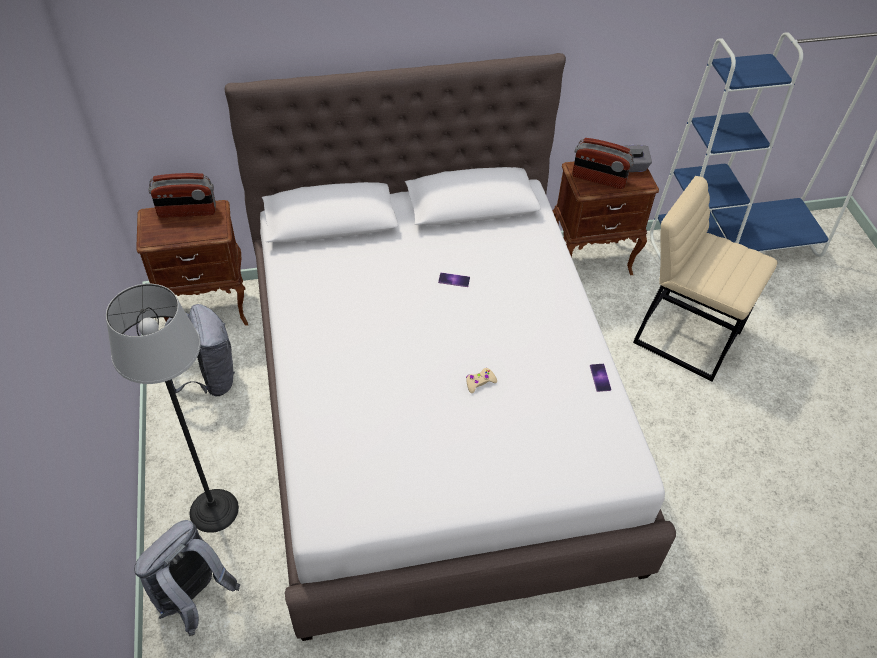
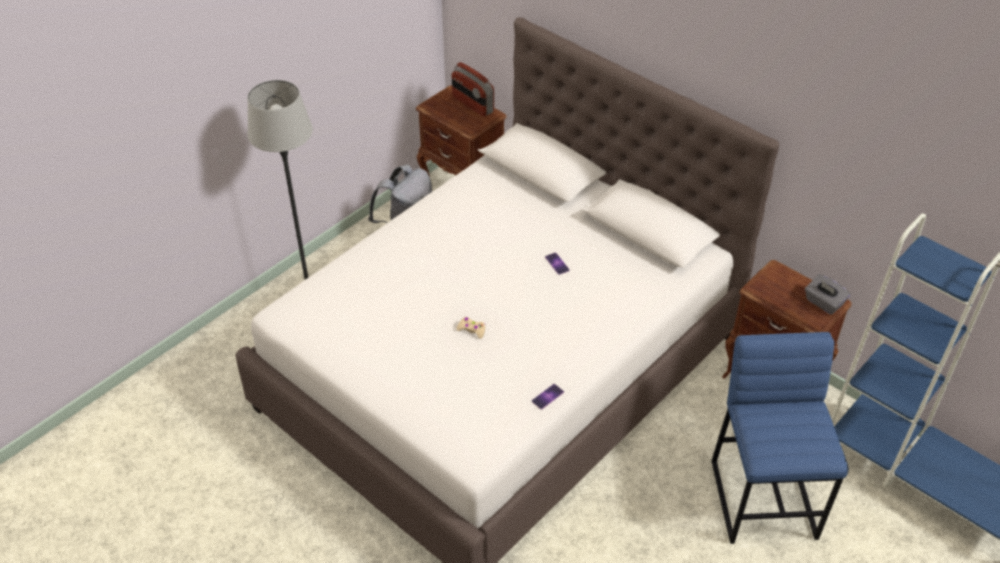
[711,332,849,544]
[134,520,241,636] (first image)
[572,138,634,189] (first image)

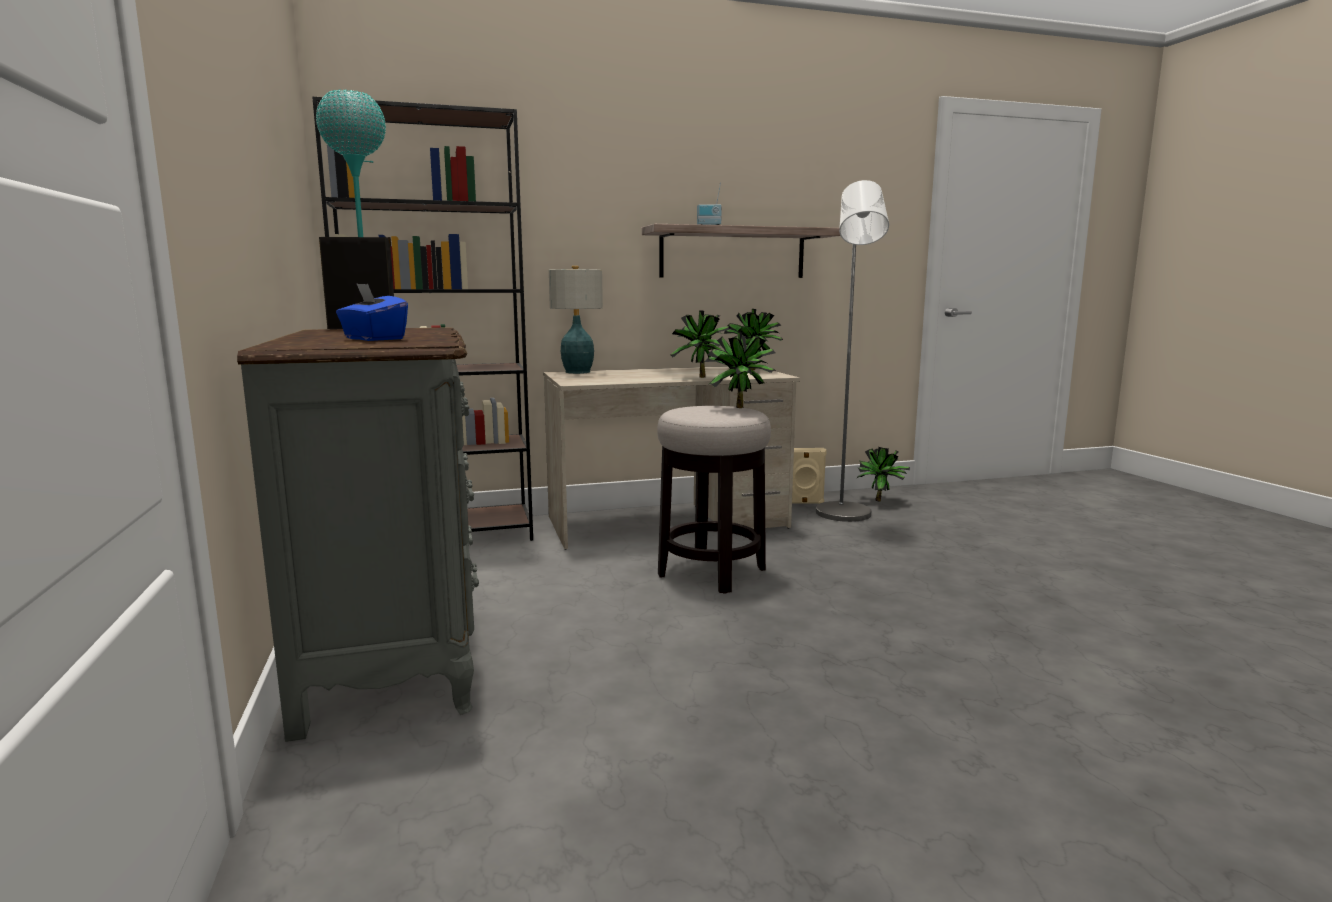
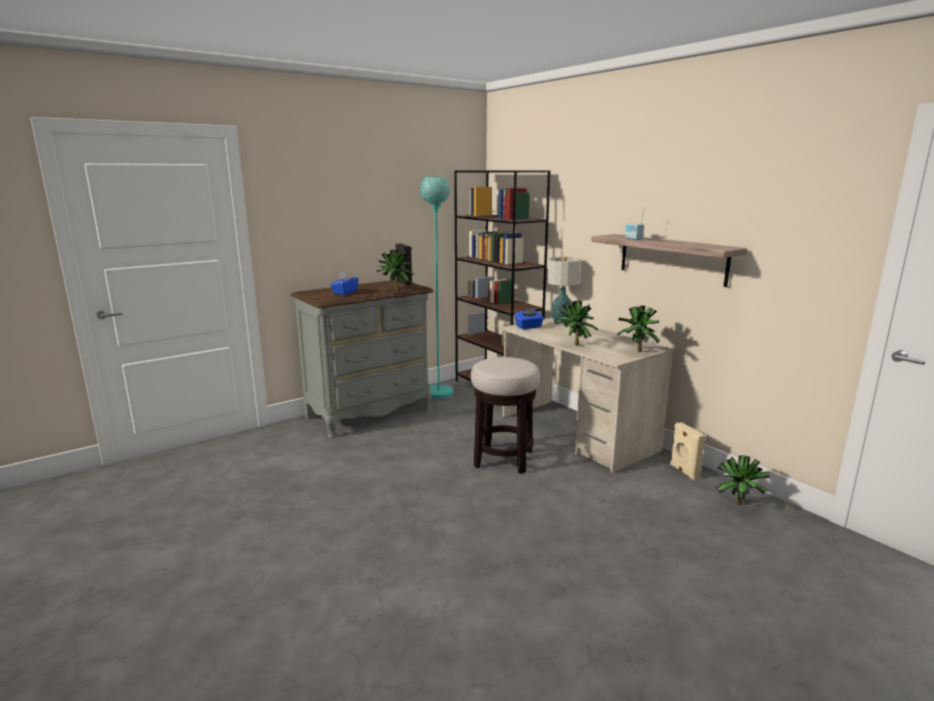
[376,250,415,291]
[515,308,544,329]
[816,180,889,522] (first image)

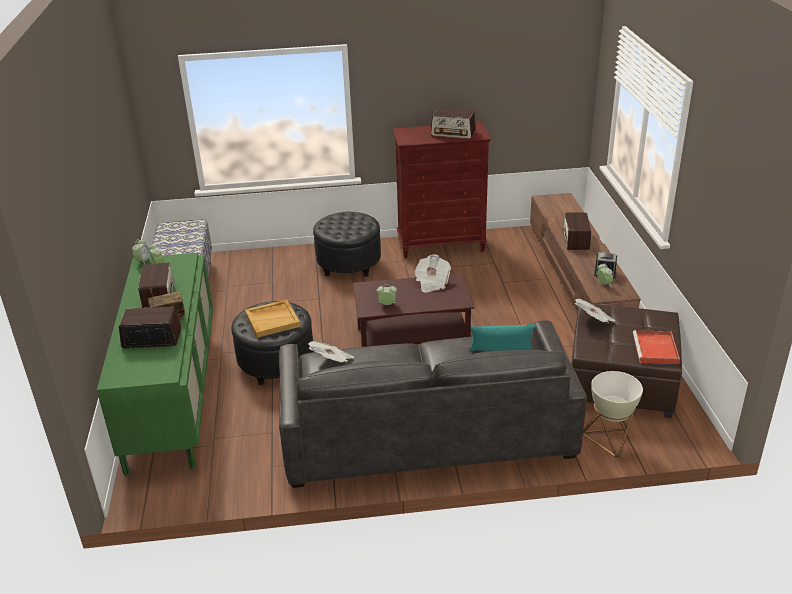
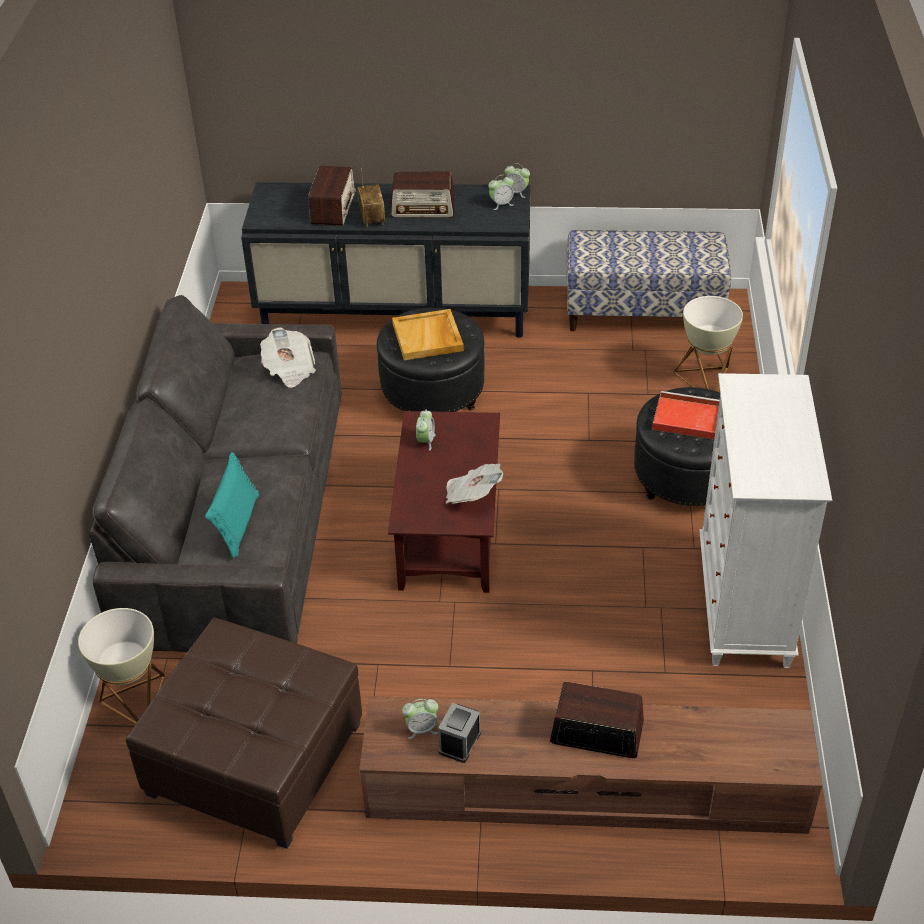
[241,182,530,338]
[652,391,719,439]
[674,296,743,392]
[699,373,832,668]
[430,108,476,139] (first image)
[575,299,615,323] (first image)

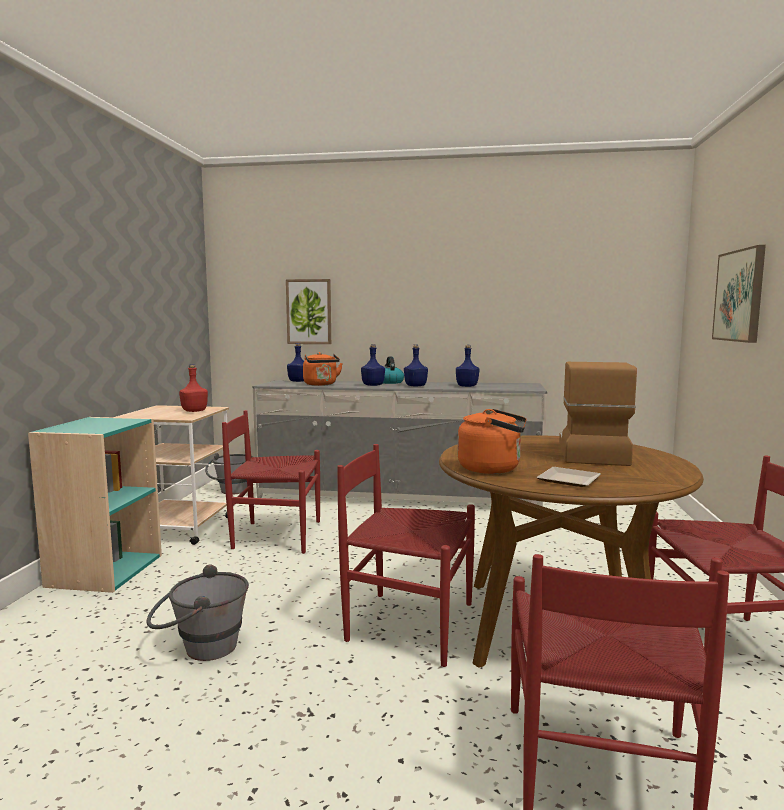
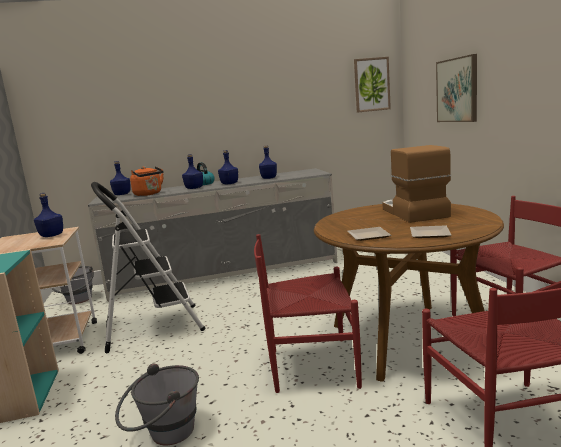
[34,193,63,237]
[91,182,206,353]
[348,227,391,241]
[354,57,391,113]

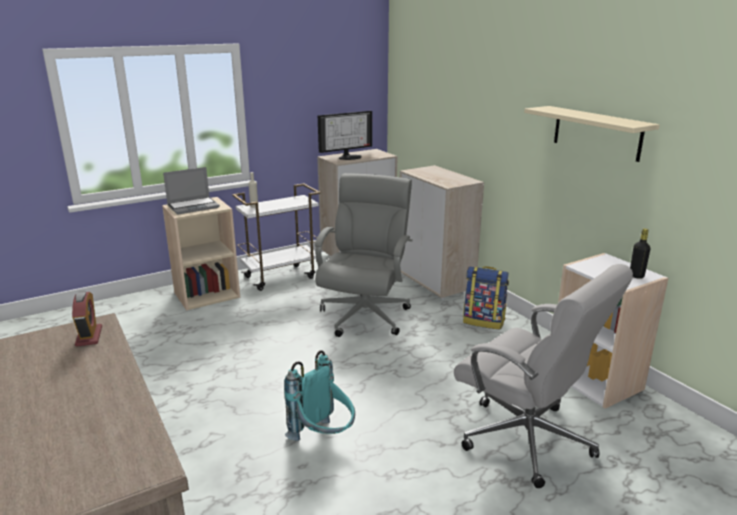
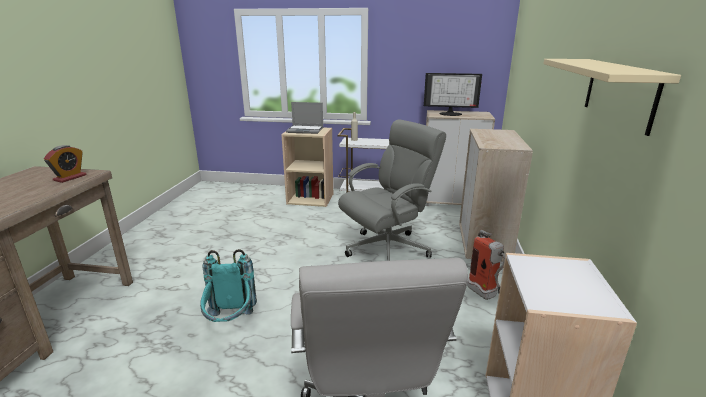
[467,230,505,300]
[630,228,650,279] (first image)

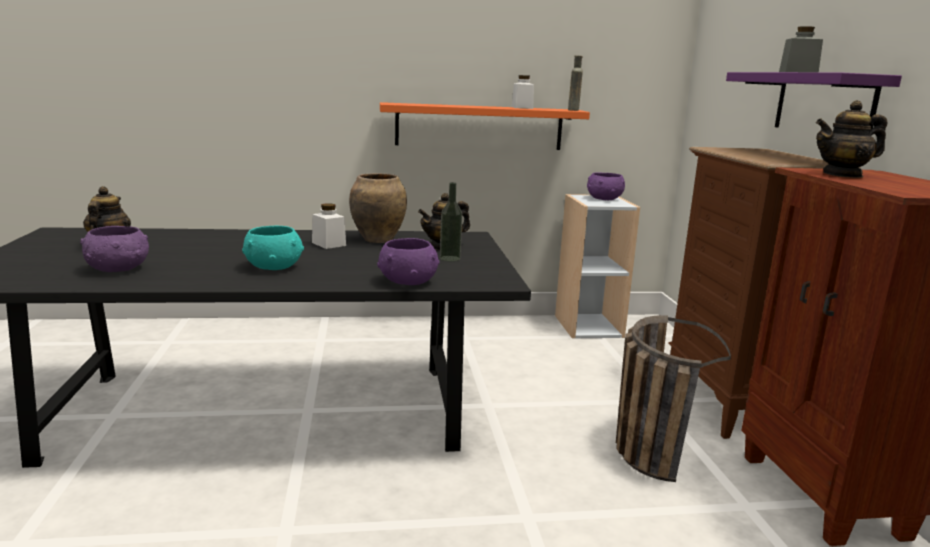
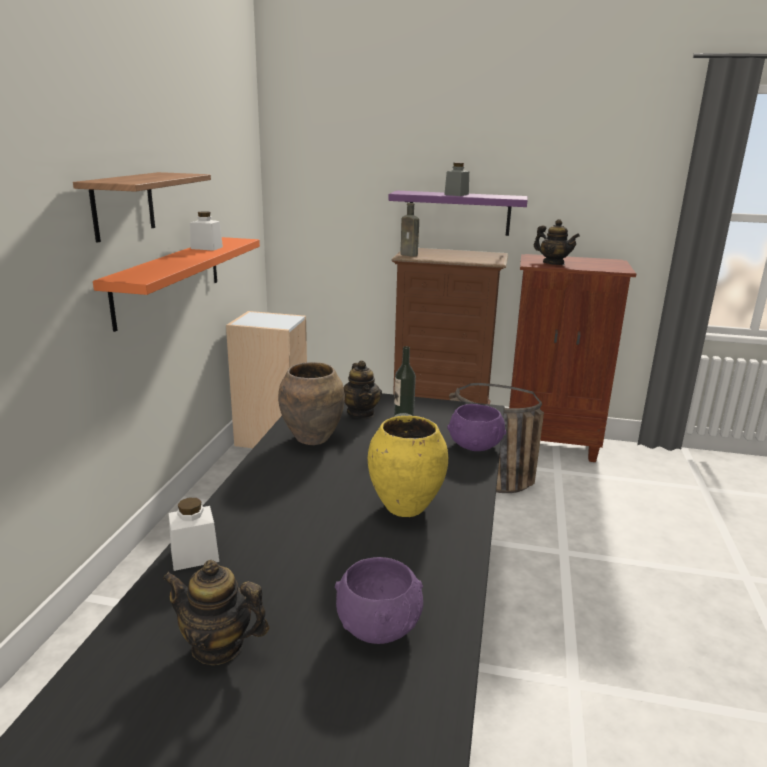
[73,172,211,243]
[169,498,219,571]
[368,415,448,517]
[400,203,419,257]
[534,219,580,265]
[587,172,625,200] (first image)

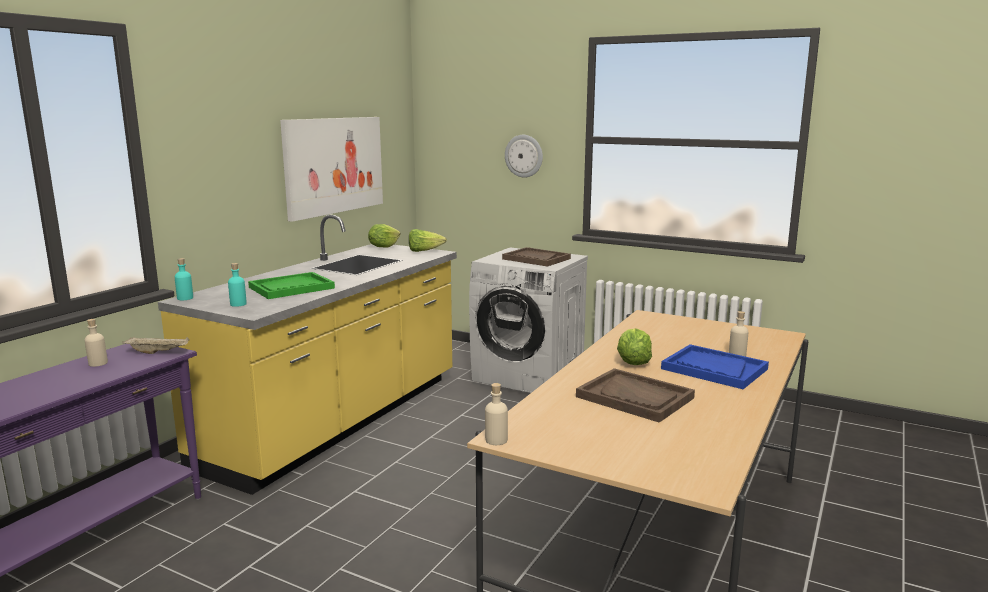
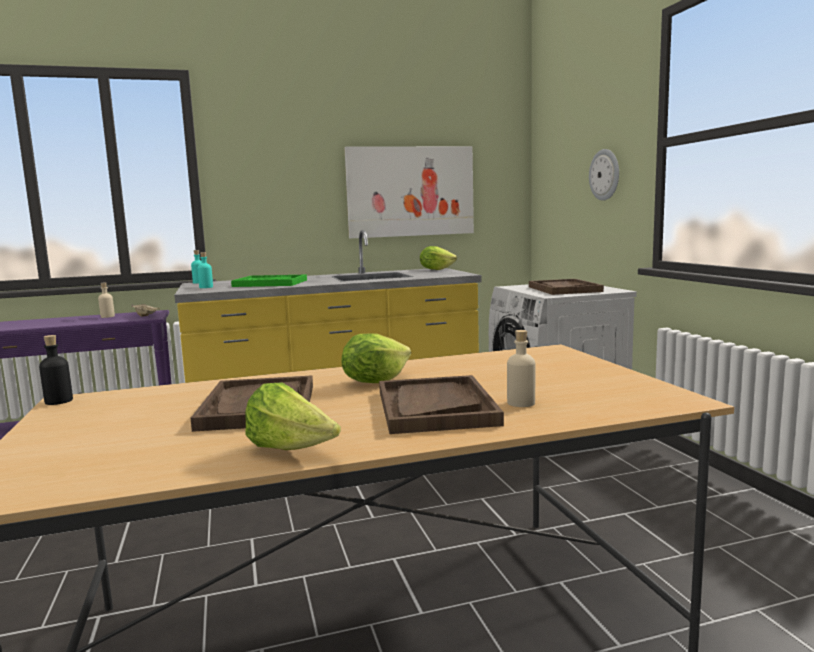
[39,335,73,405]
[245,382,341,450]
[379,375,504,434]

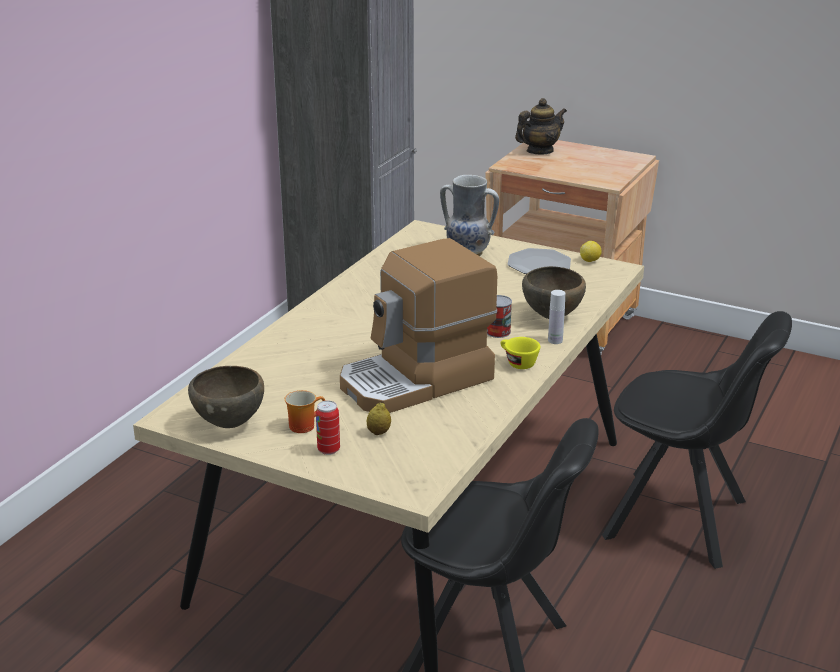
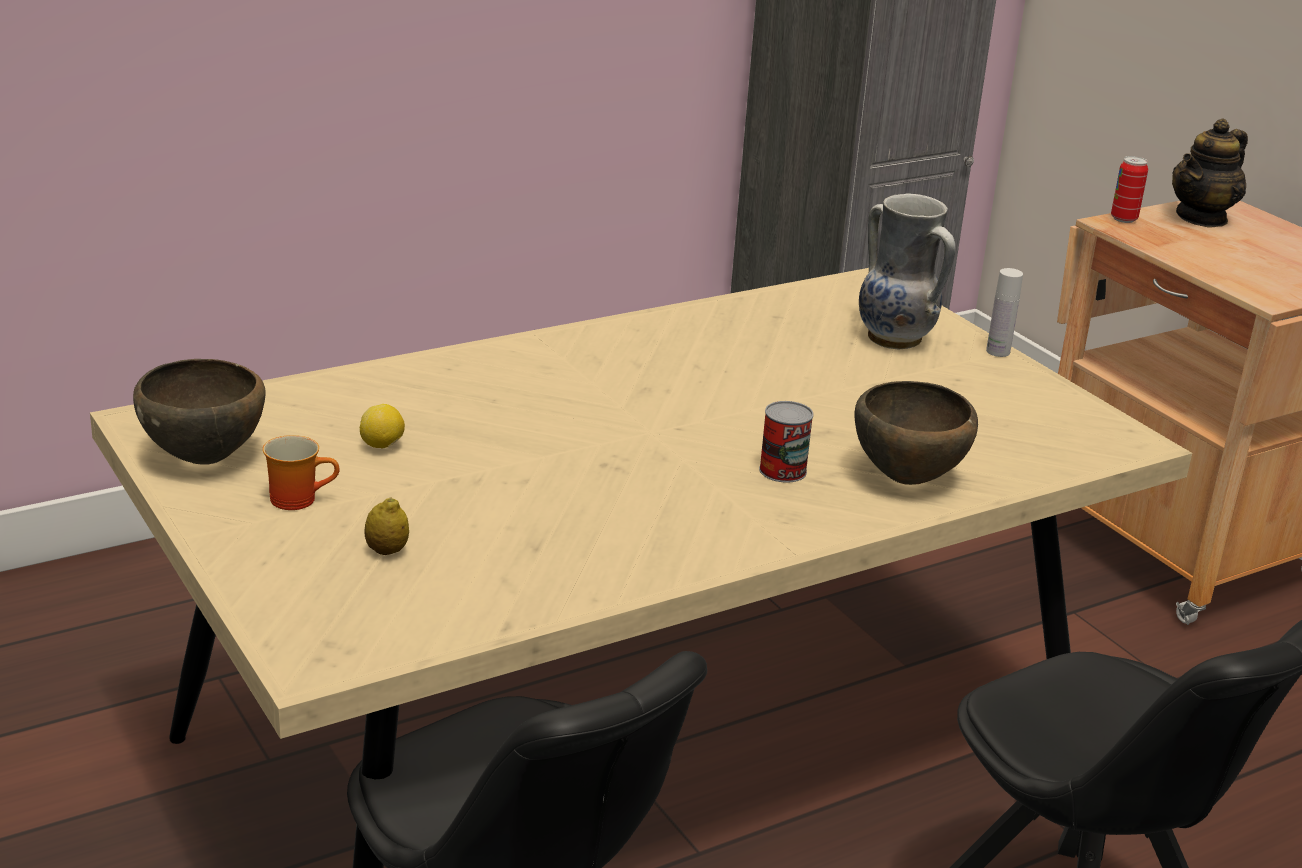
[360,404,405,448]
[986,268,1023,357]
[1111,156,1148,223]
[1172,118,1248,228]
[340,238,497,413] (first image)
[500,337,540,369] (first image)
[508,248,571,274] (first image)

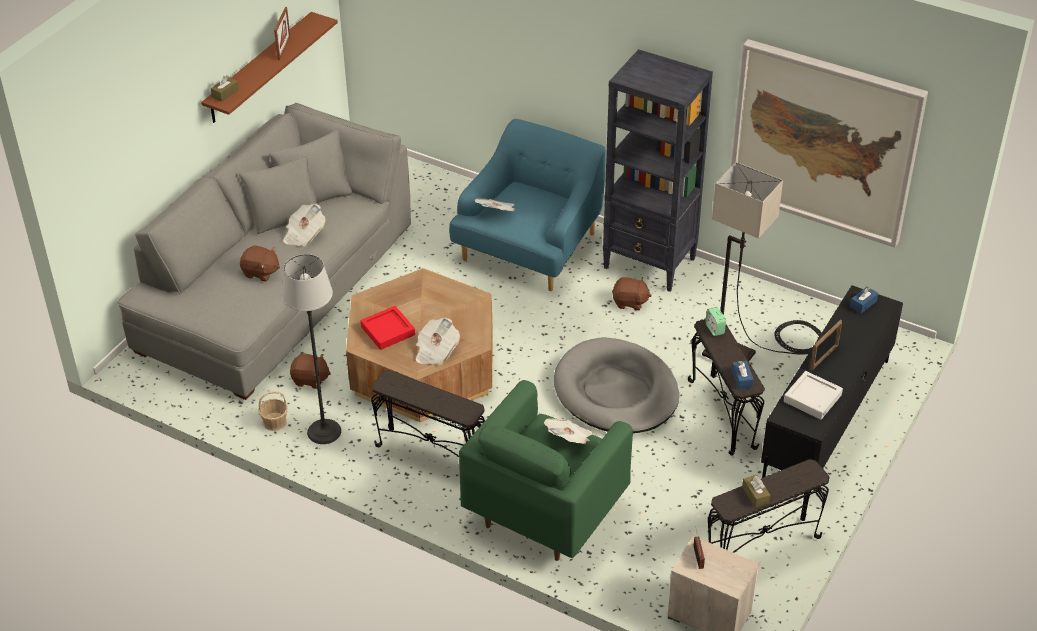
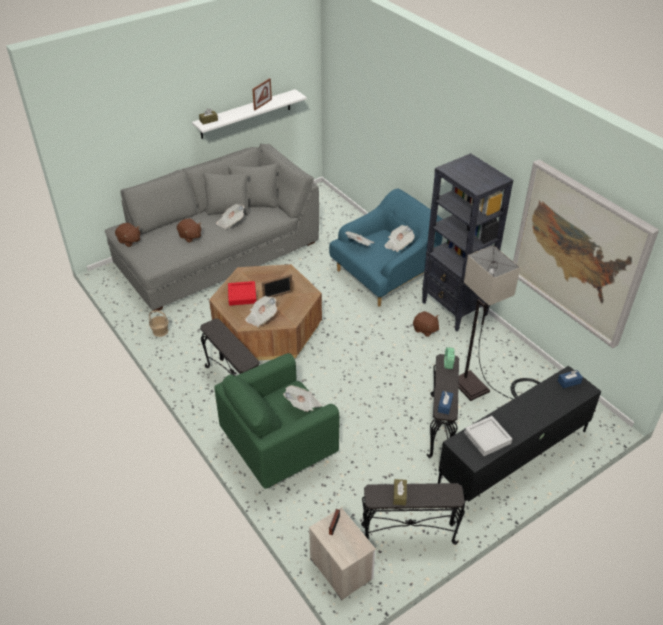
[115,223,140,247]
[192,89,307,139]
[262,274,293,297]
[384,225,415,252]
[282,254,342,444] (first image)
[554,338,679,433] (first image)

